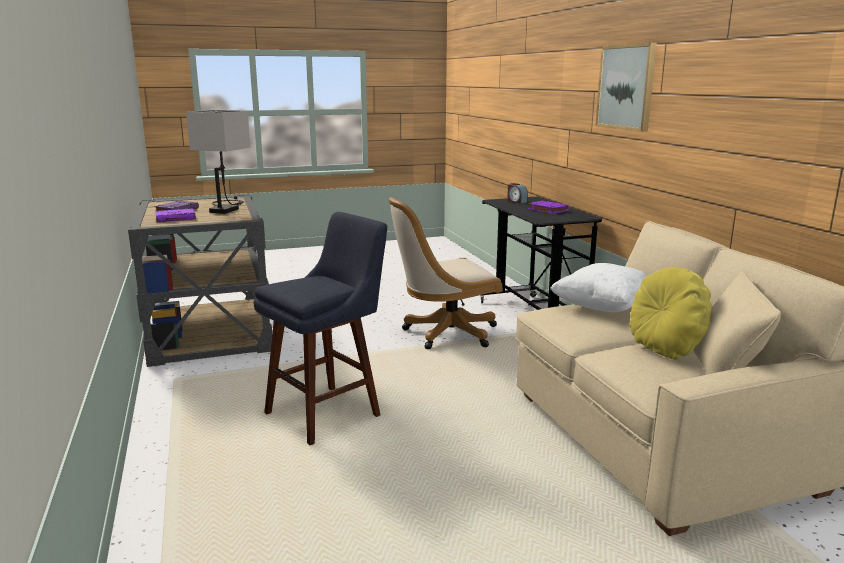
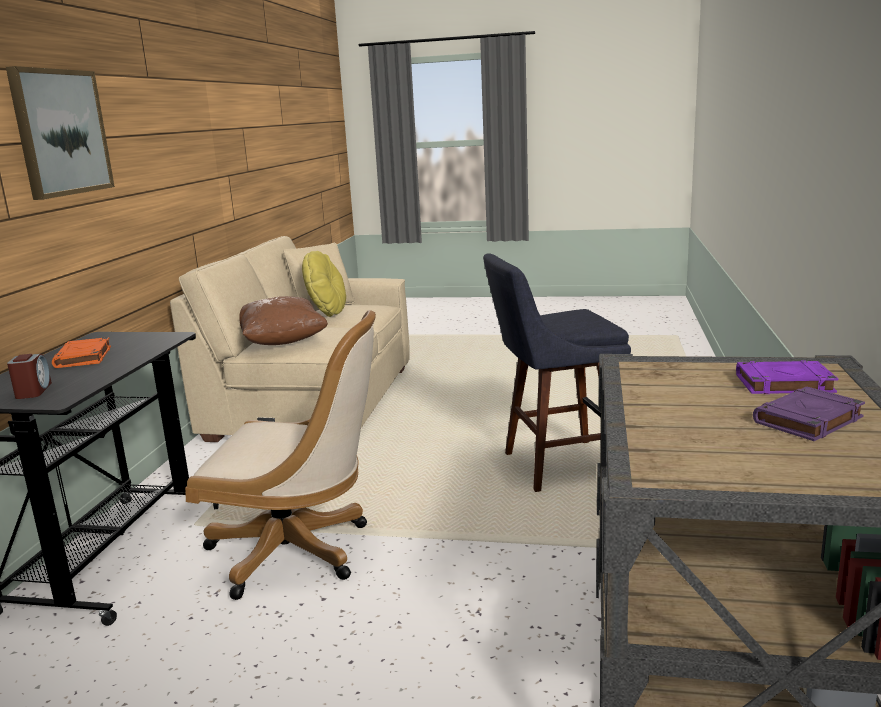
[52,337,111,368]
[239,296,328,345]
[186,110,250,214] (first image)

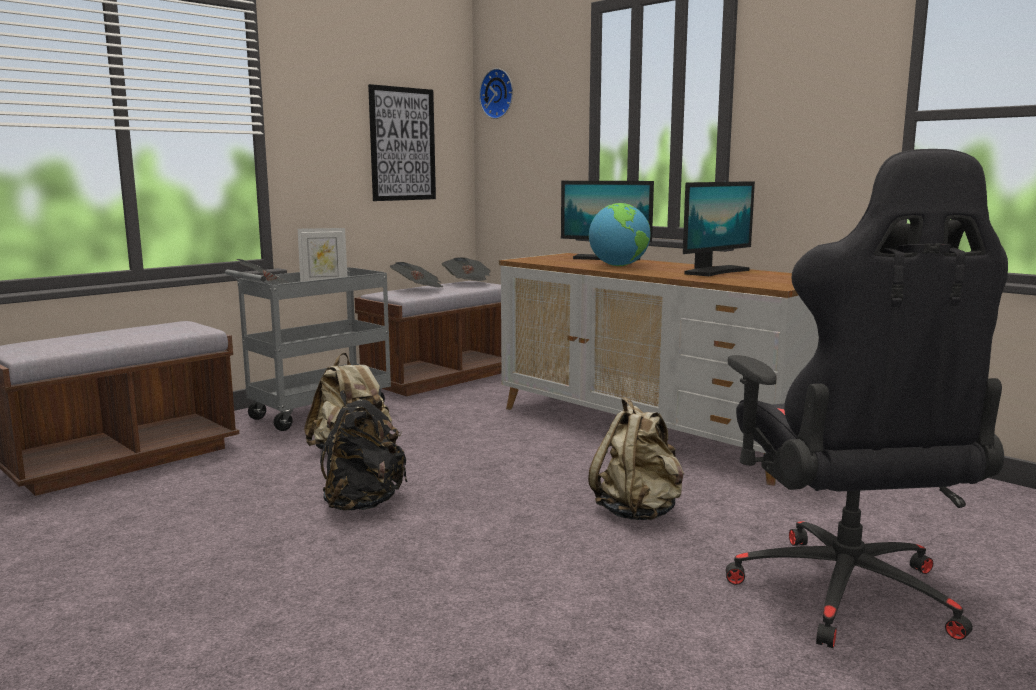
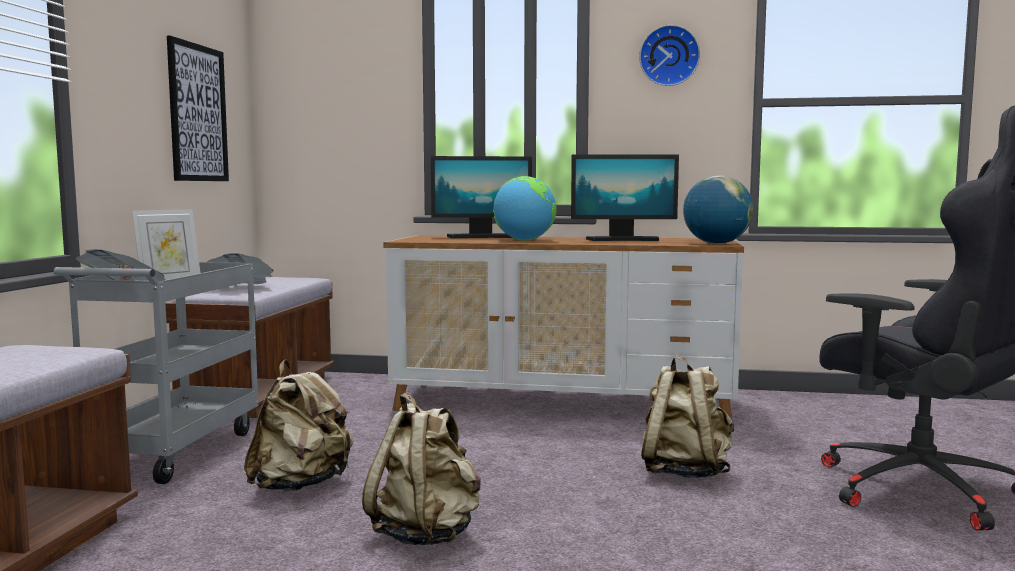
[362,393,481,545]
[571,155,679,241]
[639,25,700,86]
[683,176,754,244]
[442,257,491,281] (first image)

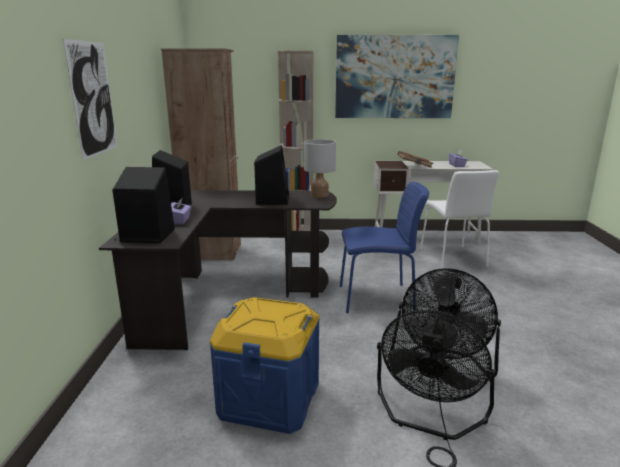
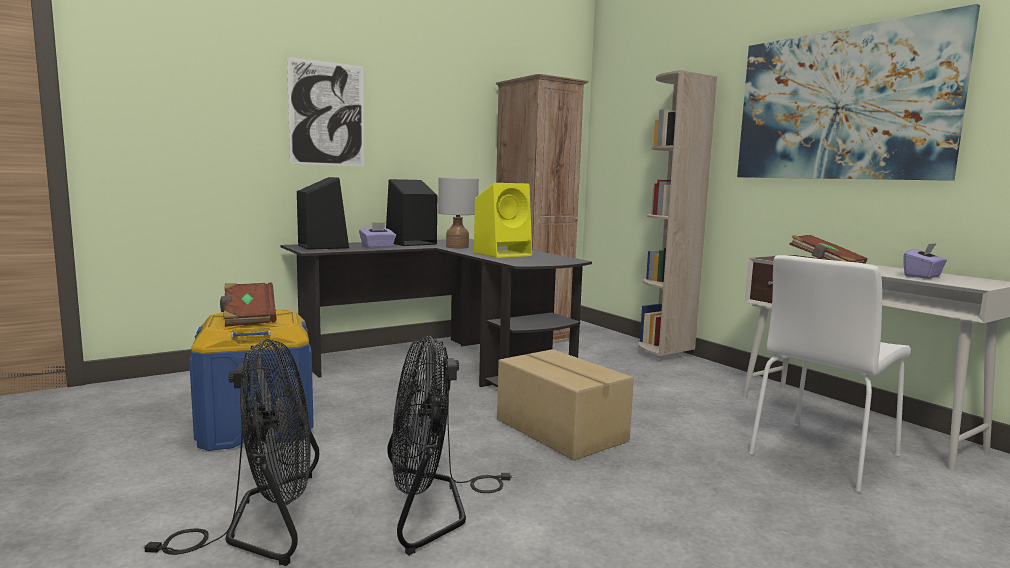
[220,283,276,327]
[438,177,479,249]
[474,183,532,258]
[497,349,634,460]

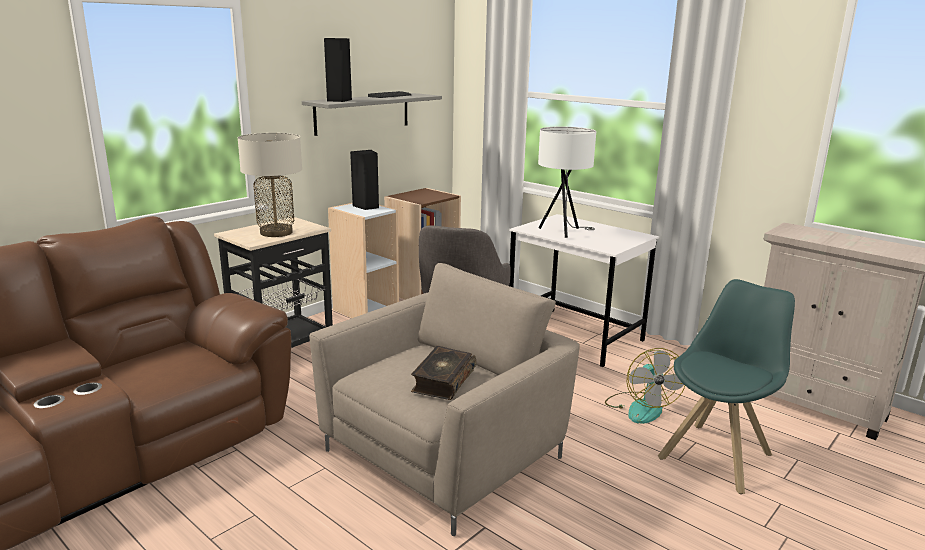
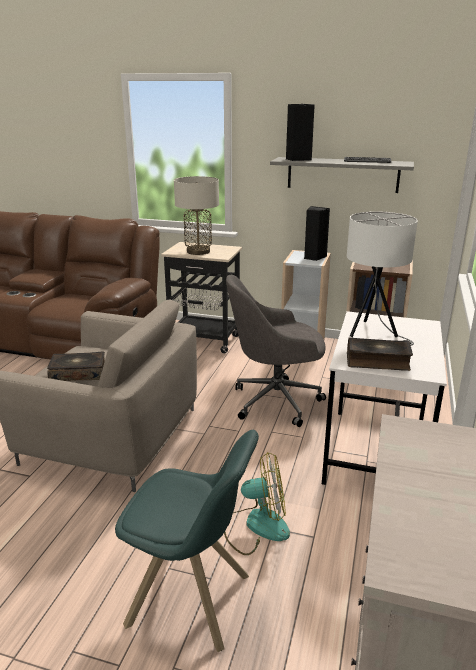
[224,452,290,555]
[347,337,413,371]

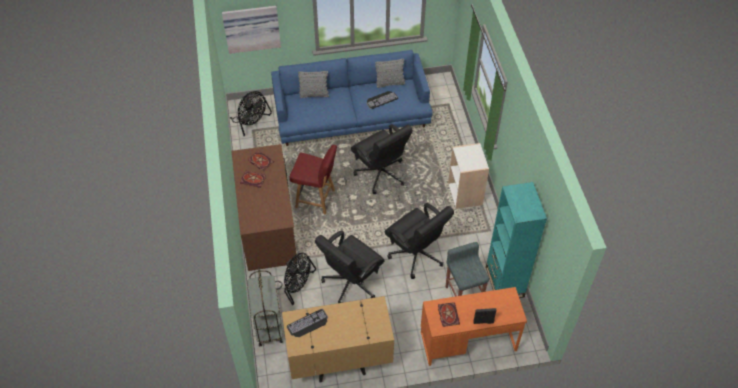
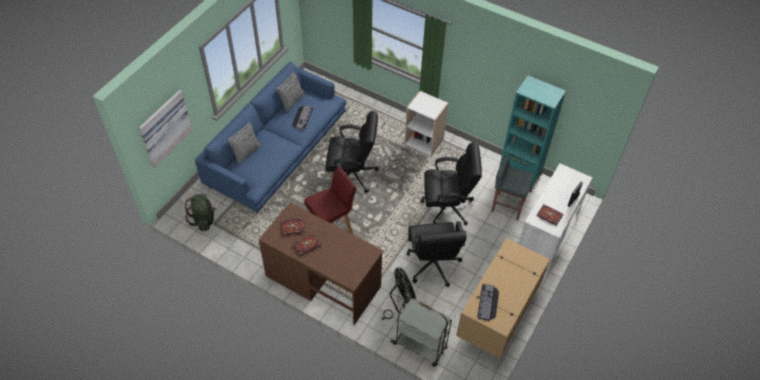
[185,194,216,231]
[519,163,593,269]

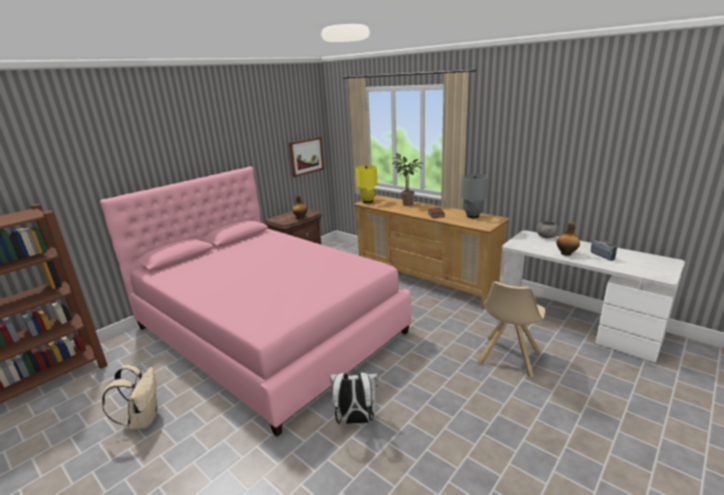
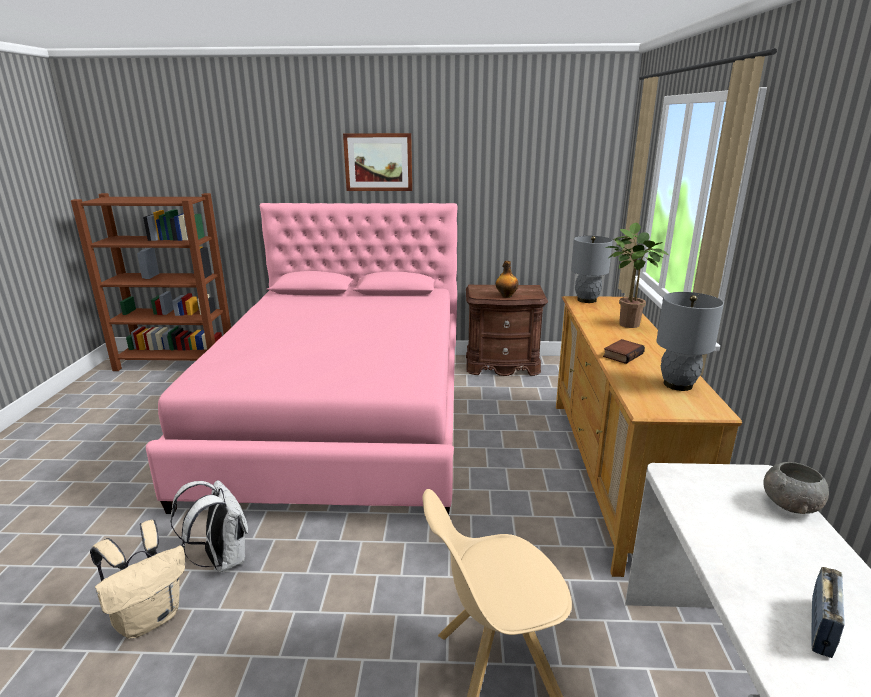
[90,520,185,638]
[343,133,412,191]
[571,236,613,303]
[557,222,580,256] (first image)

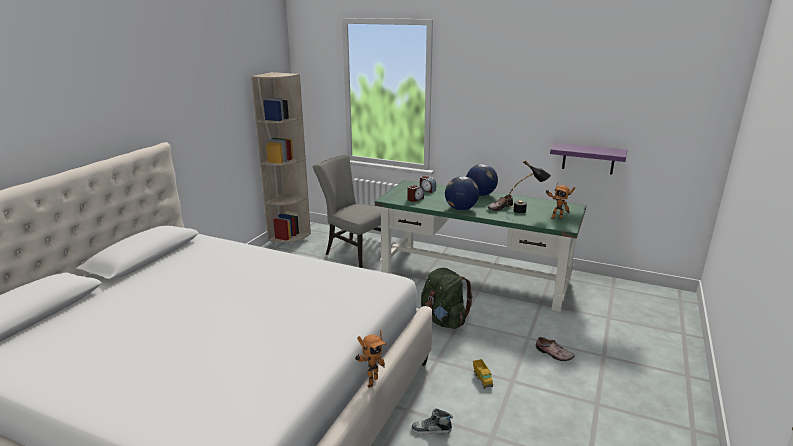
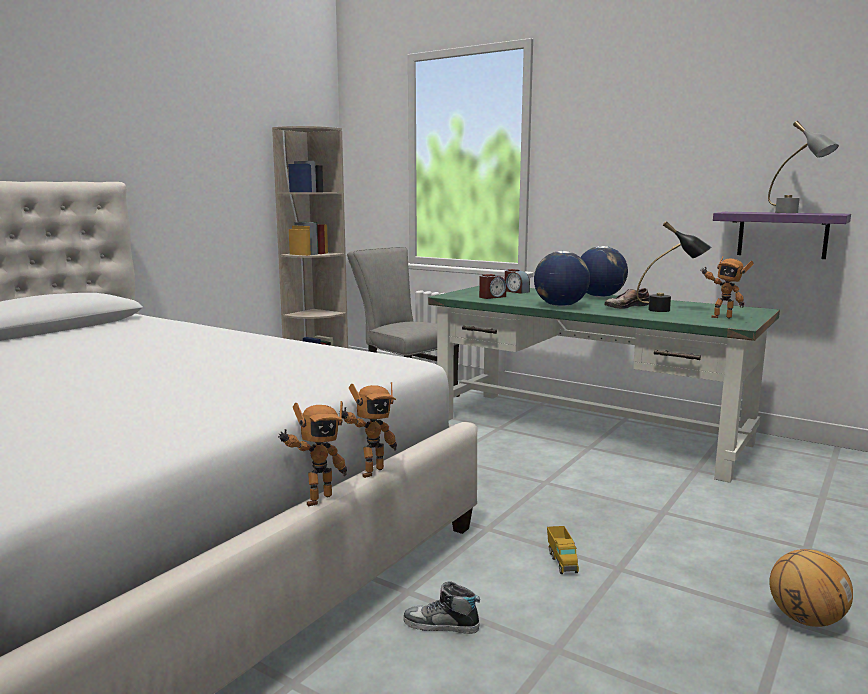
[339,382,397,478]
[768,121,839,213]
[770,549,853,627]
[421,268,473,329] (first image)
[536,337,575,361] (first image)

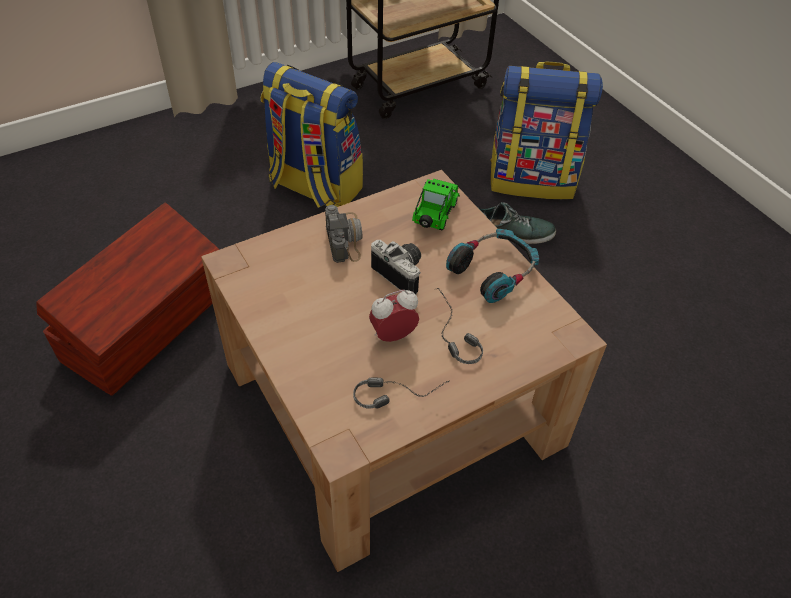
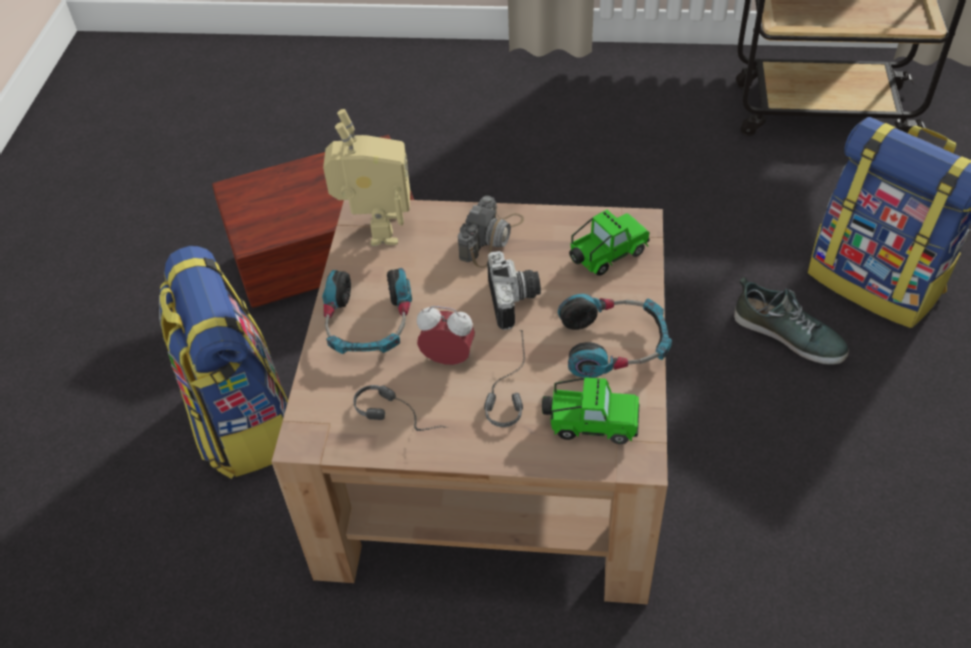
[159,246,288,479]
[322,268,412,354]
[323,109,410,246]
[542,377,639,444]

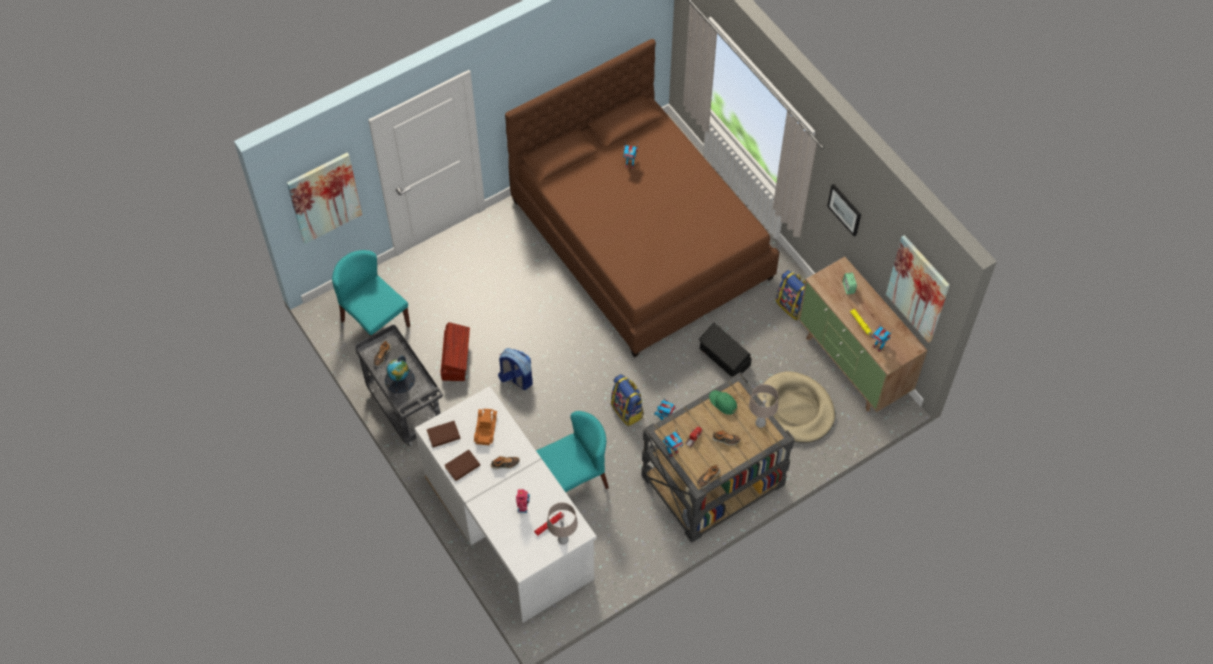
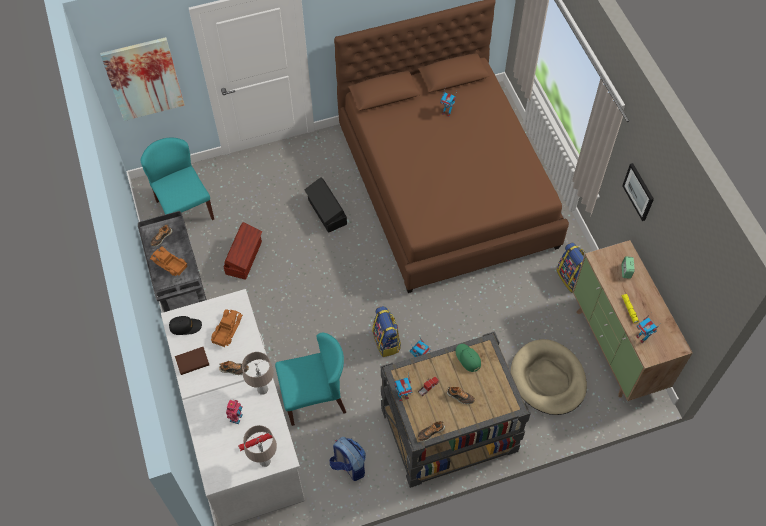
[150,246,187,276]
[169,316,202,335]
[242,352,274,395]
[305,177,347,233]
[329,437,366,481]
[886,235,950,343] (first image)

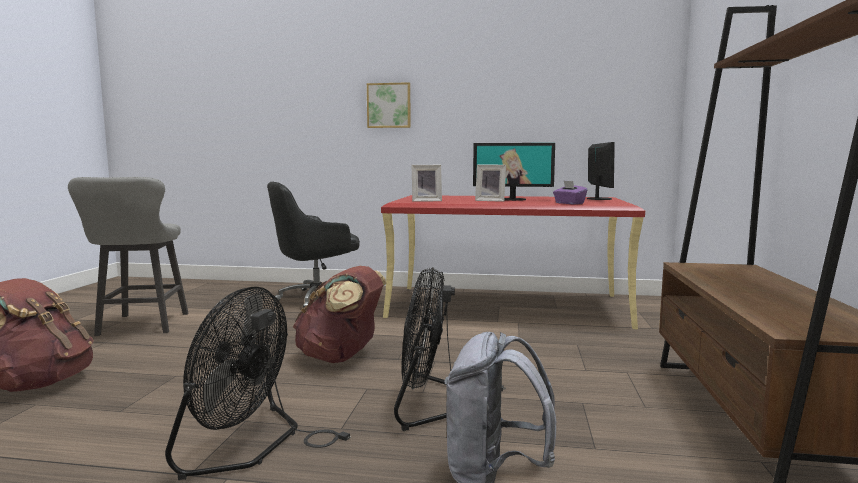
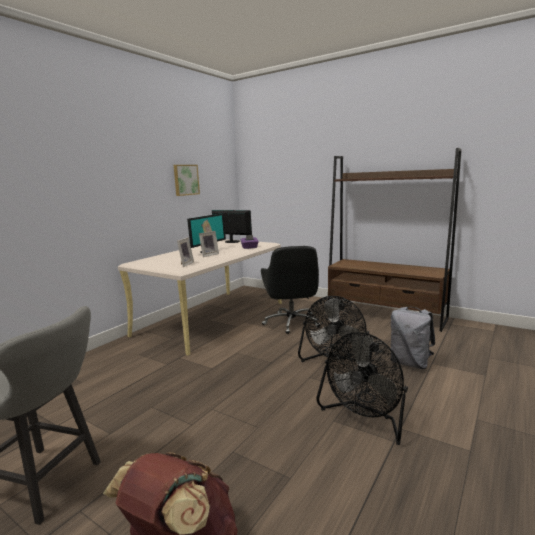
[118,239,282,355]
[174,165,200,196]
[261,246,320,334]
[293,266,387,363] (first image)

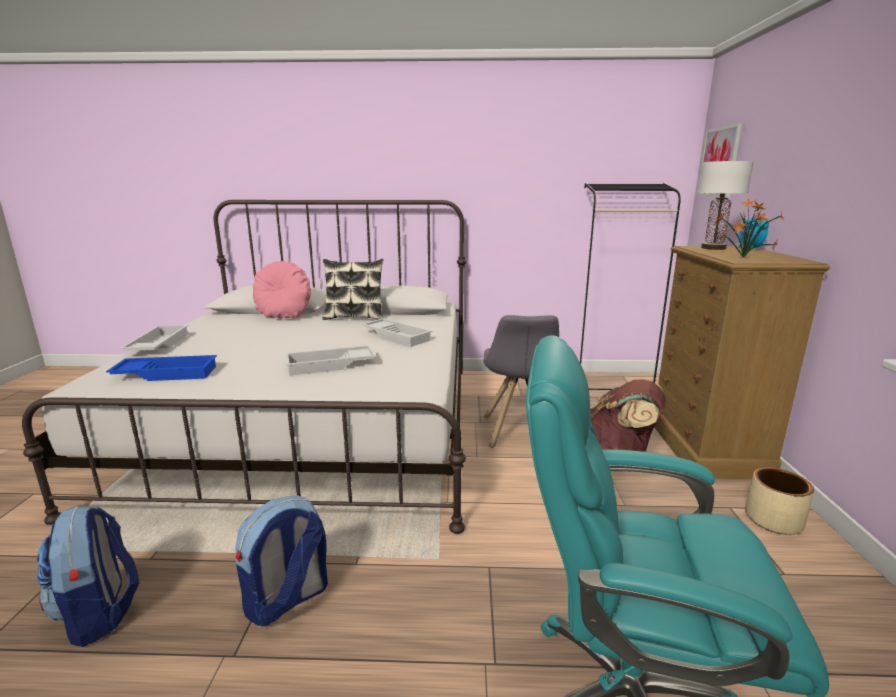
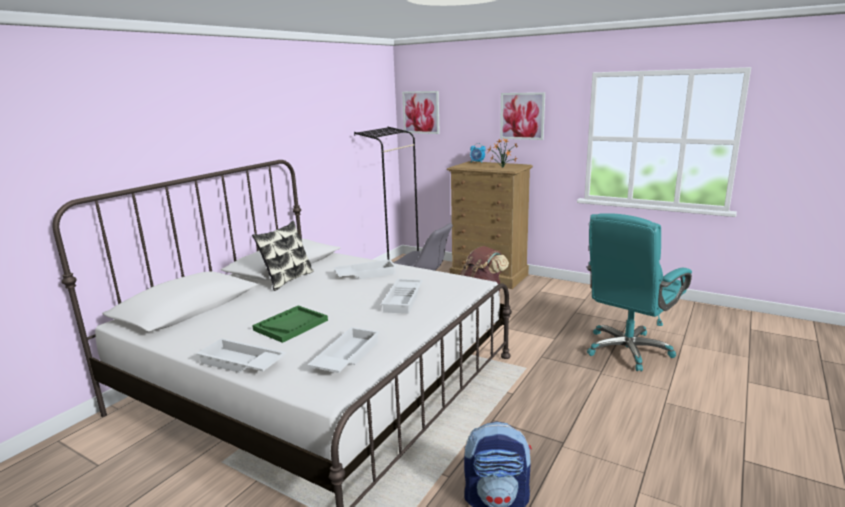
[252,305,328,343]
[307,327,380,373]
[500,92,545,140]
[236,495,328,627] (first image)
[253,261,311,318] (first image)
[698,161,754,250] (first image)
[745,467,814,535] (first image)

